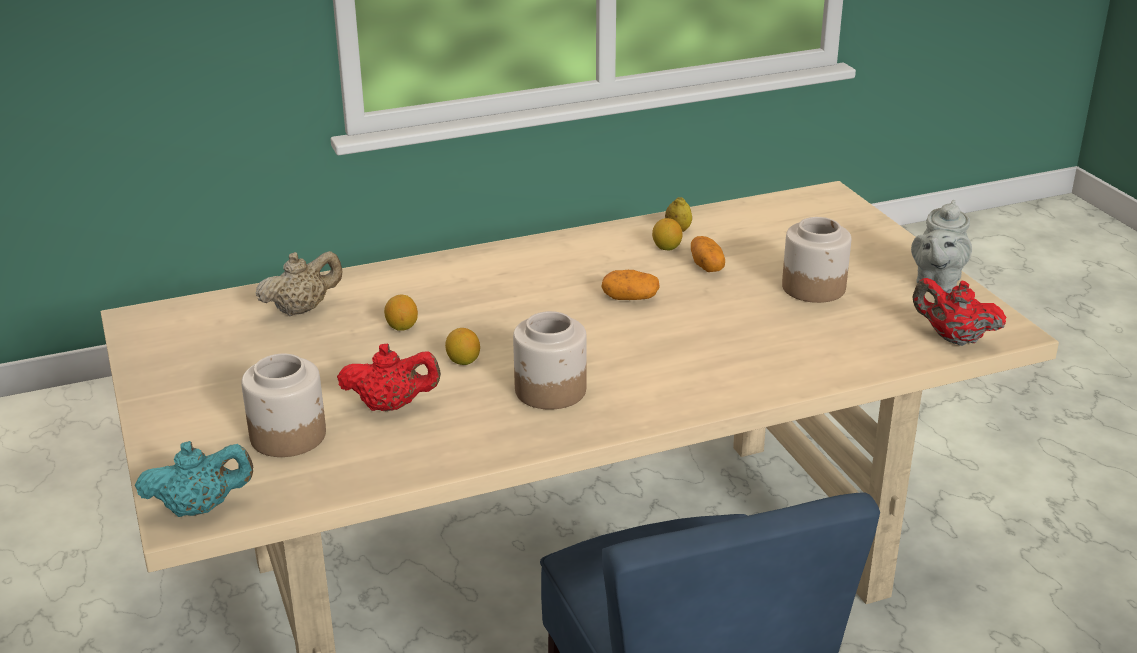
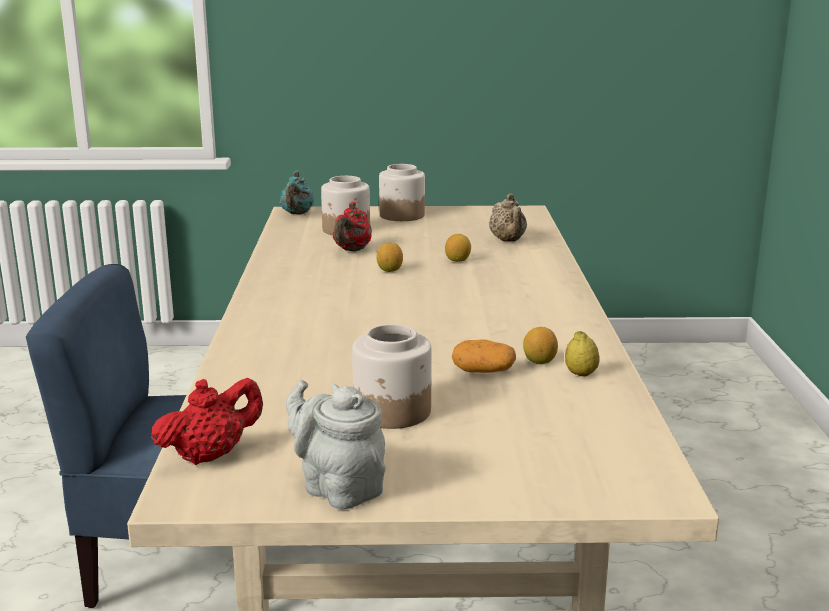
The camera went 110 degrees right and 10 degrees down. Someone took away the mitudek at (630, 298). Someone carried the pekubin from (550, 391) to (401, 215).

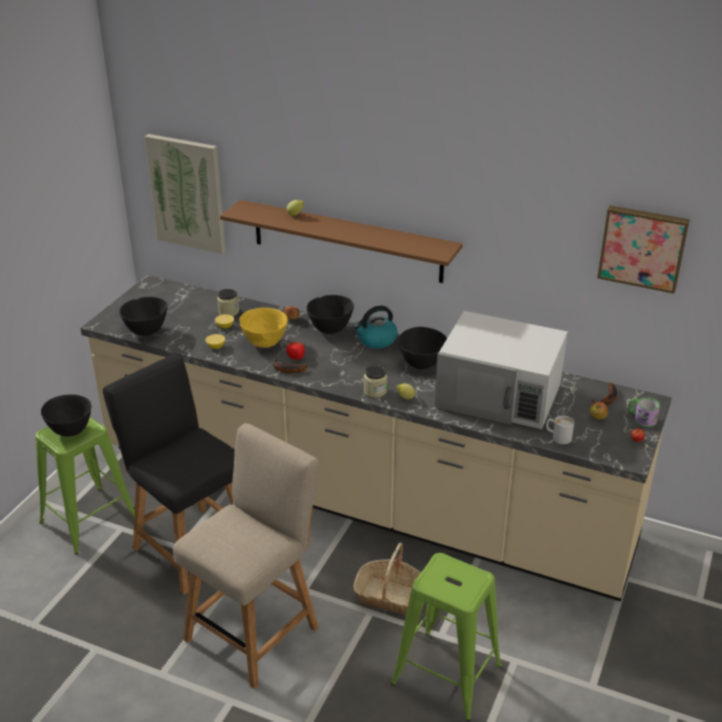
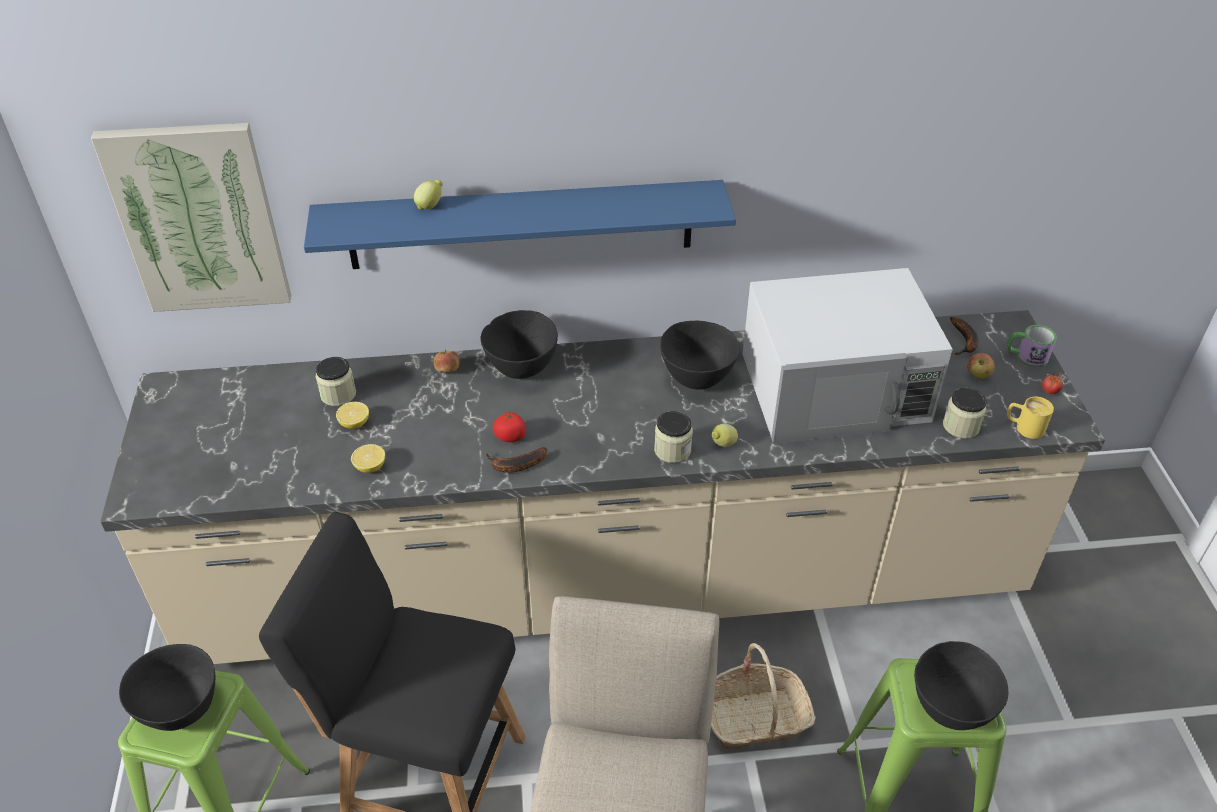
The camera went 30 degrees left and 10 degrees up. Someone repainted the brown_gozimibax at (347, 241), which became the blue_gozimibax at (521, 224). Someone took away the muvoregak at (643, 247). Someone carried the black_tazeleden from (146, 332) to (949, 709). Someone took away the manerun at (376, 340). Someone took away the yellow_tazeleden at (265, 343). Someone swapped the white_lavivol at (557, 437) for the pekubin at (961, 426). Someone put down the yellow_lavivol at (1024, 427).

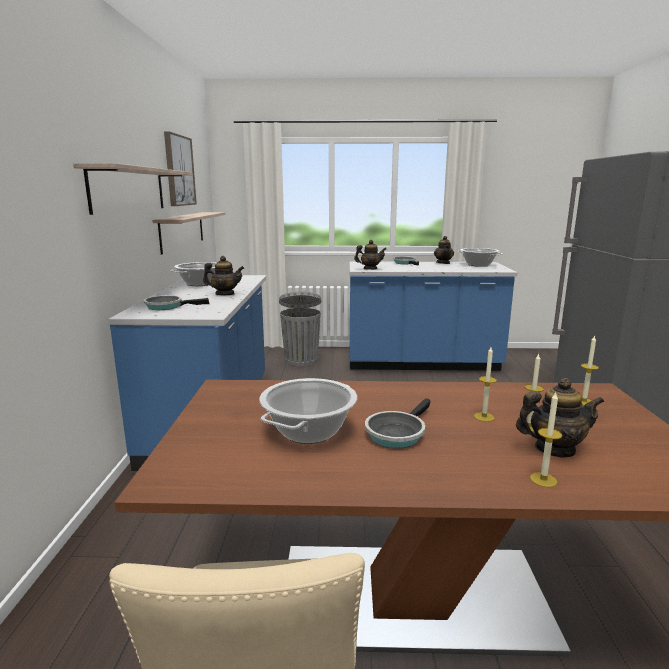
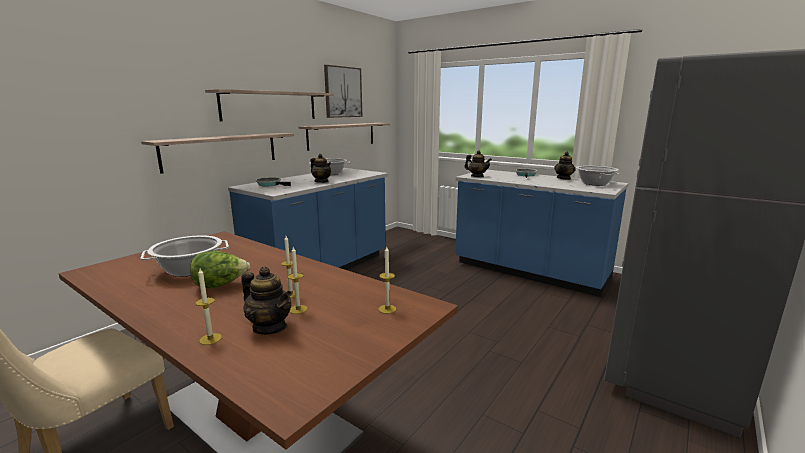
The camera went 35 degrees right and 0 degrees up. Someone took away the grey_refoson at (301, 360). Someone swapped the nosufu at (396, 433) for the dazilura at (220, 285). Someone put up the gozimibax at (221, 151).

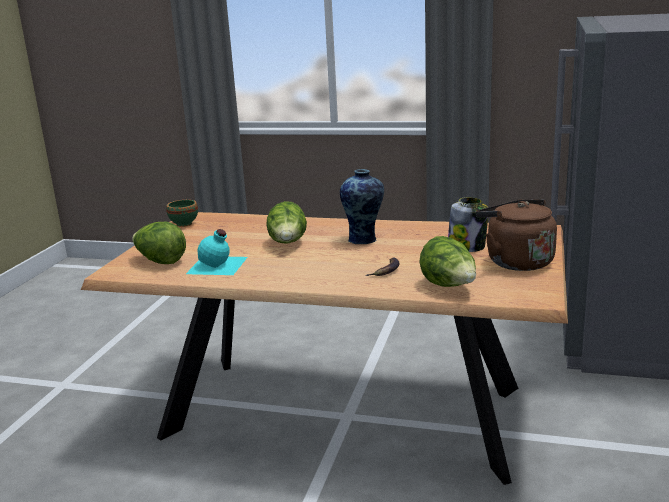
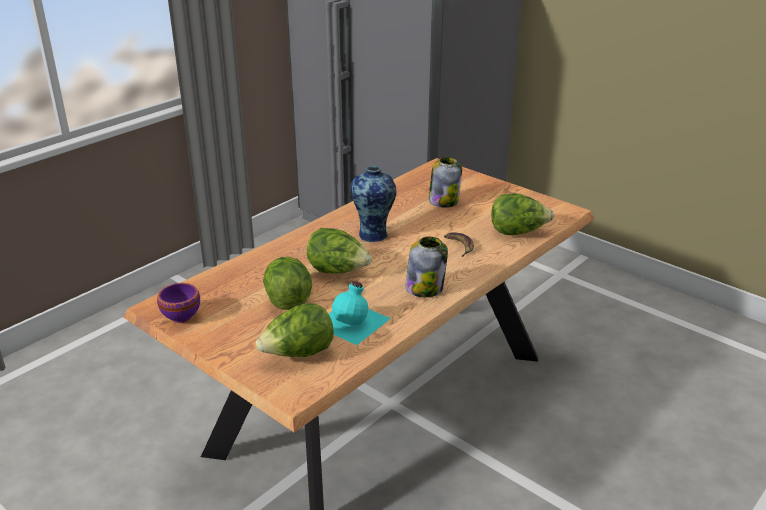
The camera went 65 degrees left and 10 degrees up. Someone took away the brown_manerun at (516, 261). Someone repainted the green_tazeleden at (183, 224), which became the purple_tazeleden at (180, 317). Someone put down the pekubin at (425, 288). Someone put down the dazilura at (287, 299).

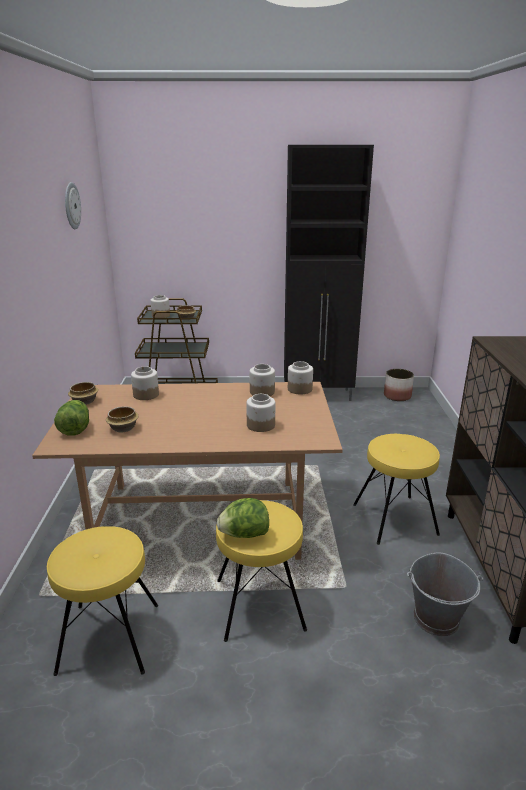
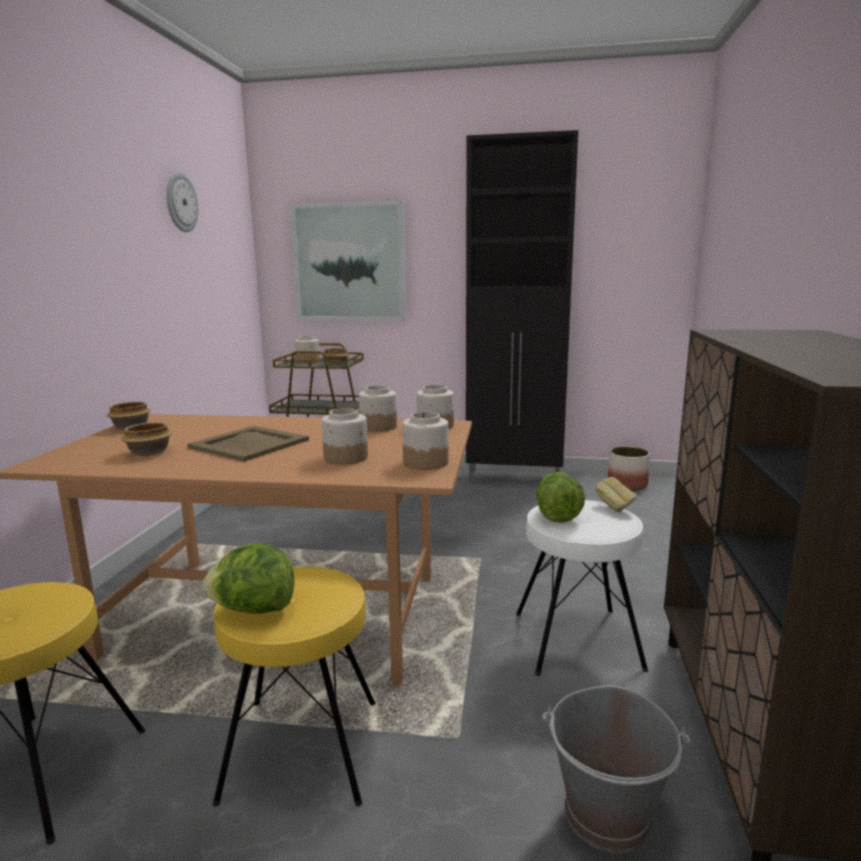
The camera went 10 degrees right and 10 degrees down. Someone carried the pekubin from (146, 395) to (425, 462). Someone carried the dazilura from (75, 429) to (557, 514). Someone repainted the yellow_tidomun at (395, 519), which became the white_tidomun at (578, 640). Someone put up the muvoregak at (349, 262). Someone put down the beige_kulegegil at (249, 444). Someone put down the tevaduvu at (615, 508).

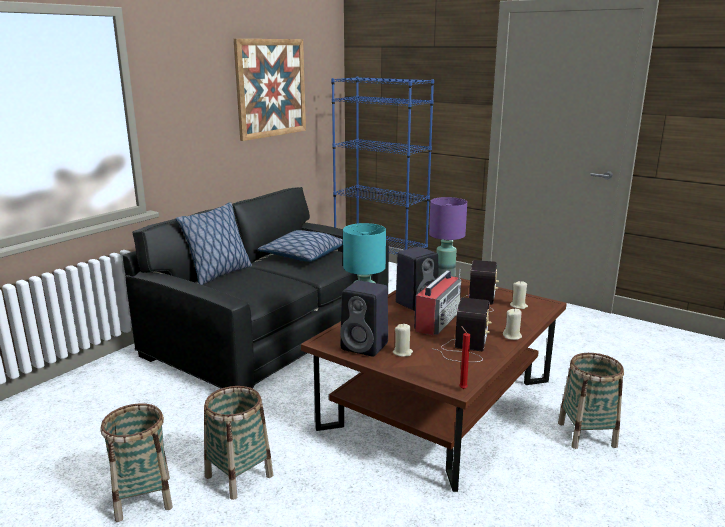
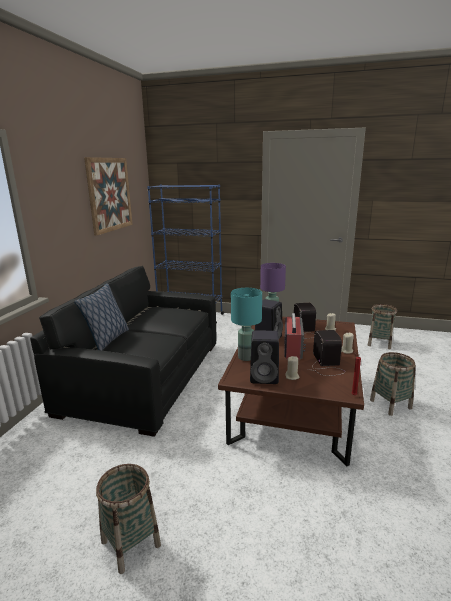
The camera went 20 degrees left and 0 degrees up. Someone took away the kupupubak at (302, 255). Someone carried the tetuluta from (238, 476) to (379, 343).

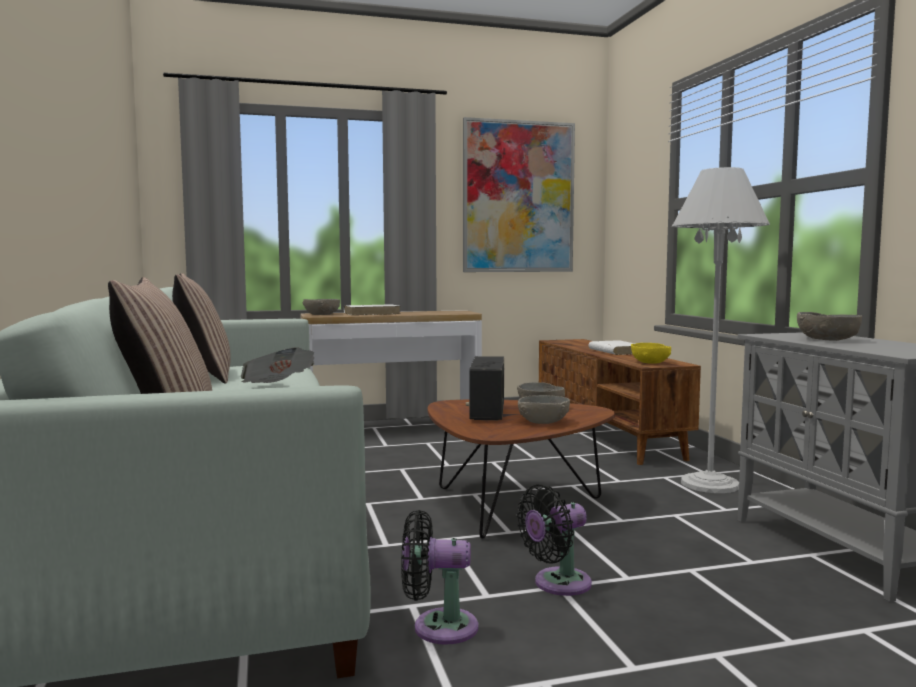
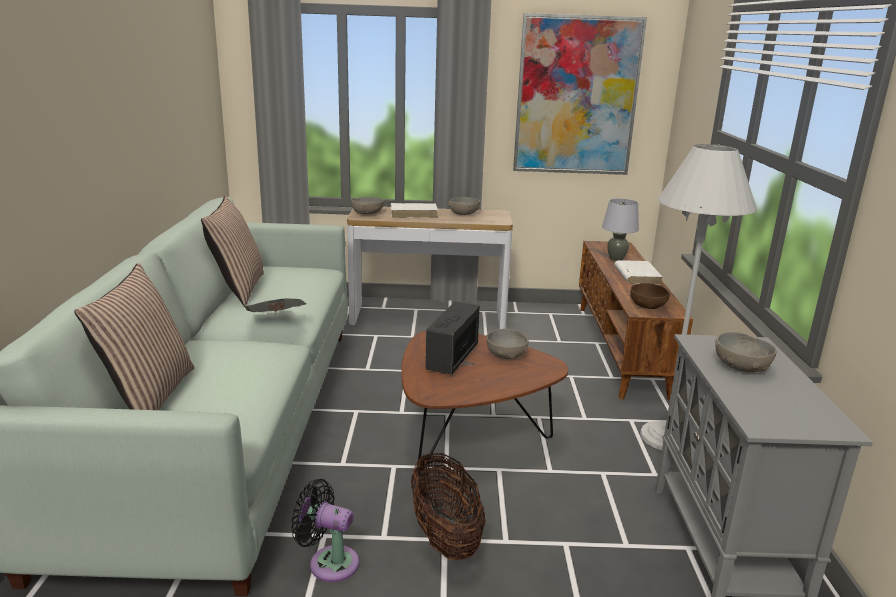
The camera went 15 degrees right and 15 degrees up. Someone repainted the yellow_tazeleden at (651, 362), which became the brown_tazeleden at (648, 306). Someone carried the grey_tazeleden from (543, 421) to (463, 213). Someone swapped the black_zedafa at (557, 584) for the tetuluta at (445, 536). Someone put down the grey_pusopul at (616, 259).

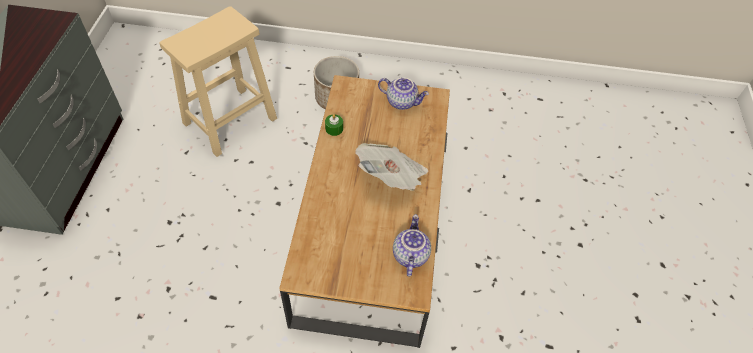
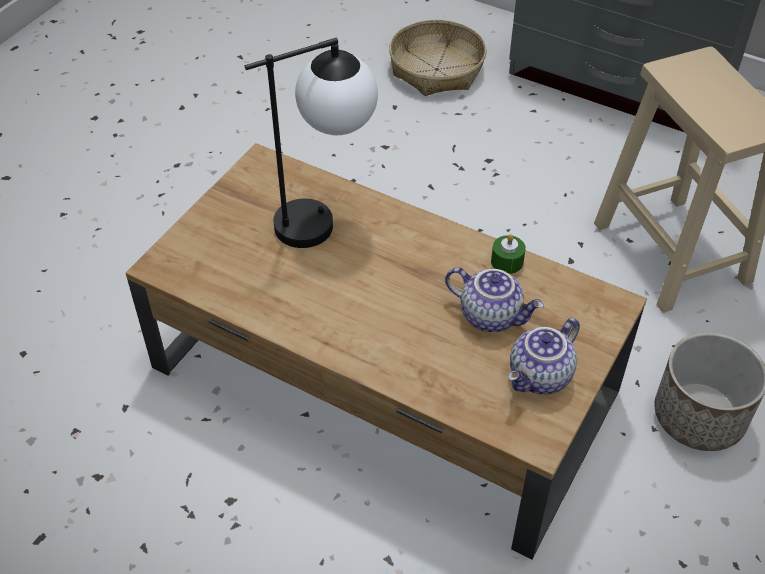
The camera went 115 degrees right and 5 degrees down. Someone took away the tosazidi at (392, 177). Someone carried the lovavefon from (409, 255) to (491, 315). Someone put down the tetuluta at (436, 70). Someone put down the pusopul at (326, 218).

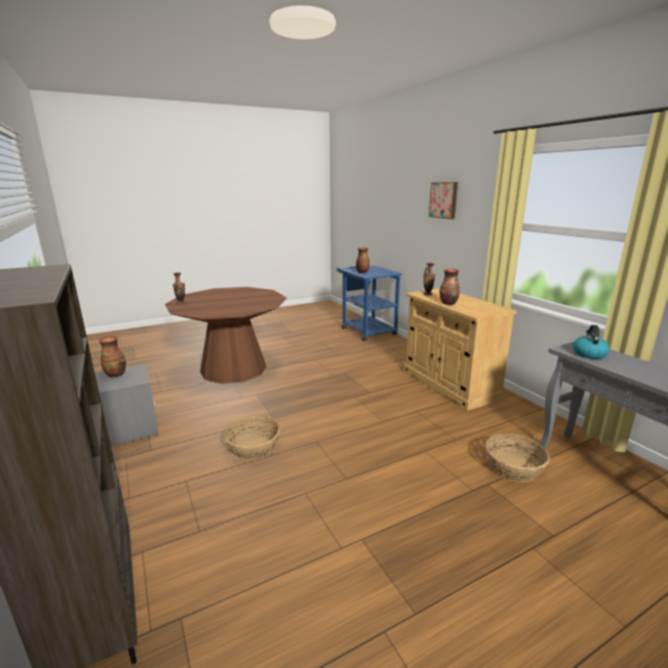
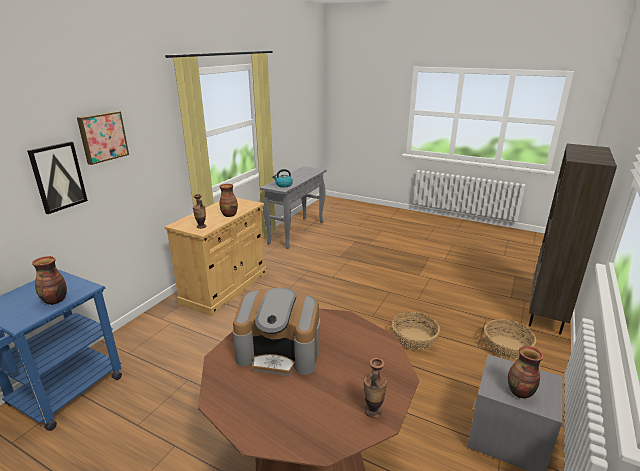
The camera went 125 degrees left and 5 degrees up. Someone carried the tetuluta from (514, 468) to (506, 347). Someone put up the muvoregak at (58, 177). Someone put down the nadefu at (280, 352).

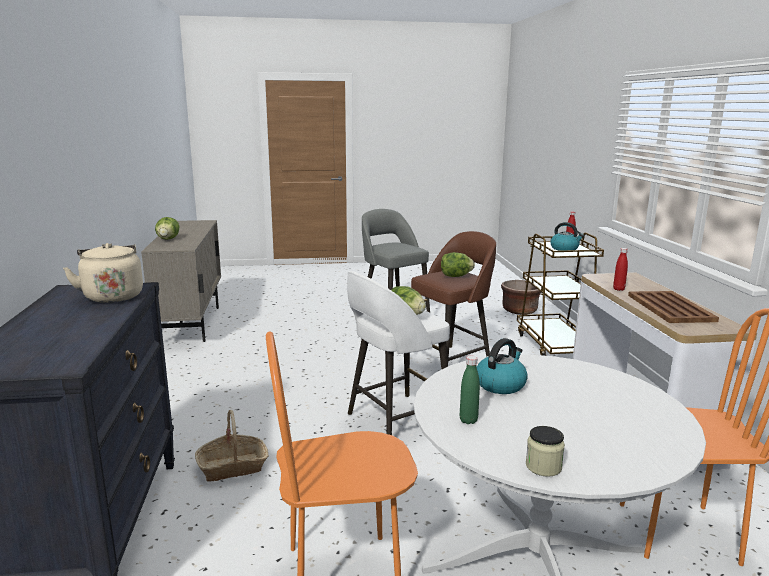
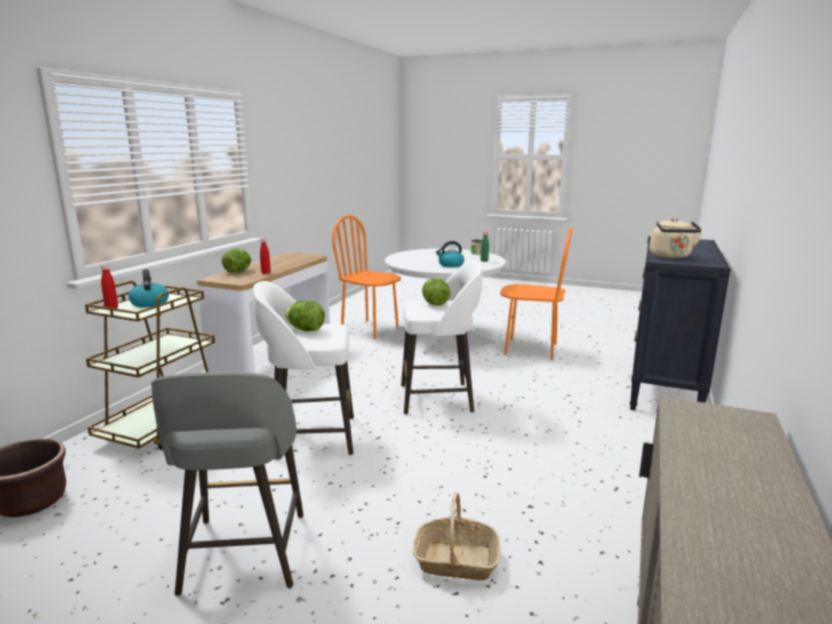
The camera went 150 degrees left and 0 degrees up. Someone carried the dazilura from (168, 239) to (238, 272). Someone repainted the brown_tidomun at (450, 362), which became the white_tidomun at (311, 437). Someone took away the brown_kulegegil at (670, 308). Someone carried the tetuluta from (233, 467) to (456, 561).

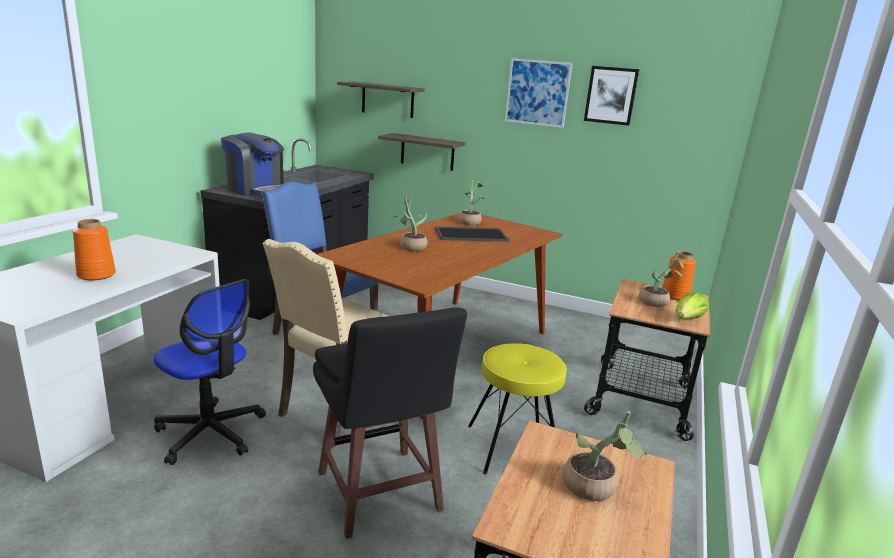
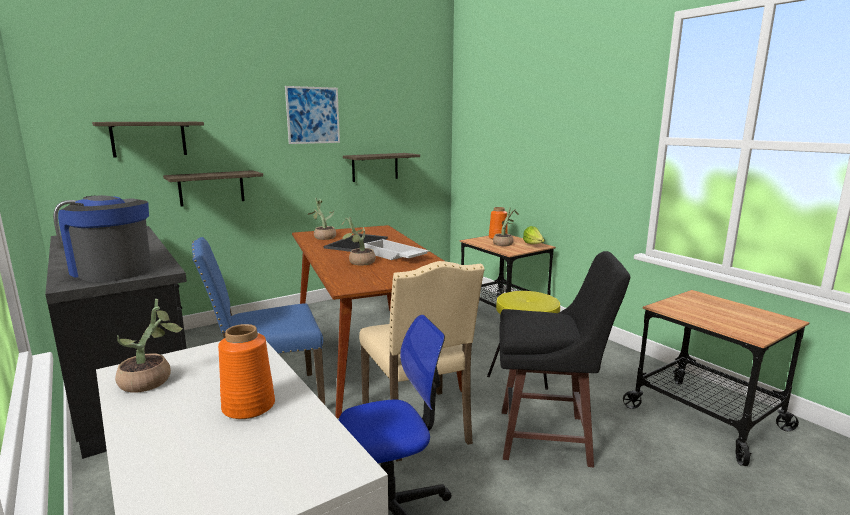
The camera went 55 degrees left and 5 degrees down. Someone took away the muvoregak at (611, 95). Someone rotated the nadefu at (256, 190) by 120 degrees counterclockwise. Someone carried the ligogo from (594, 489) to (152, 381). Someone put up the gozimibax at (375, 167). Someone put down the white_kulegegil at (393, 256).

